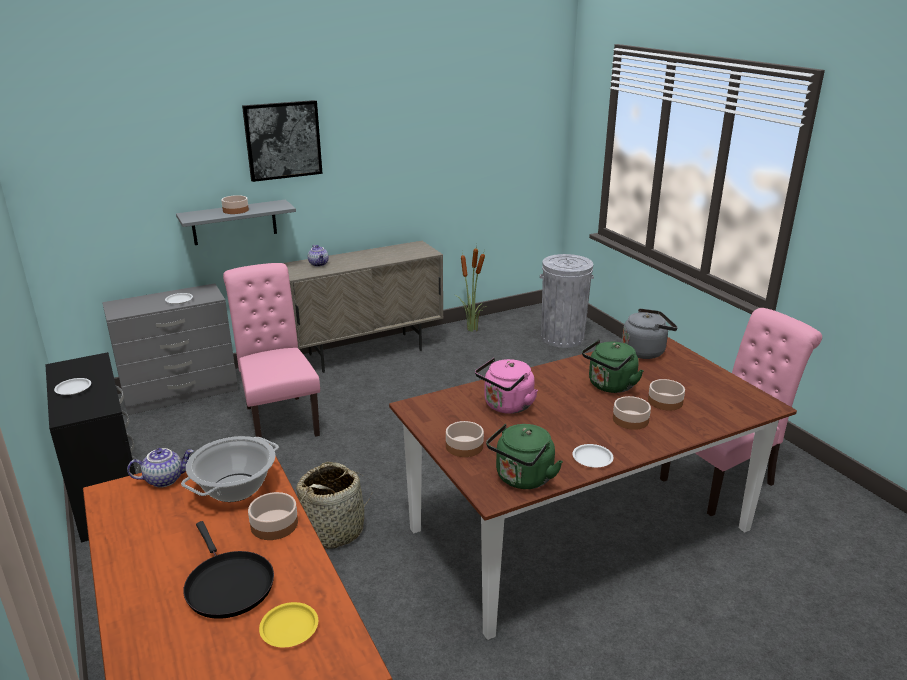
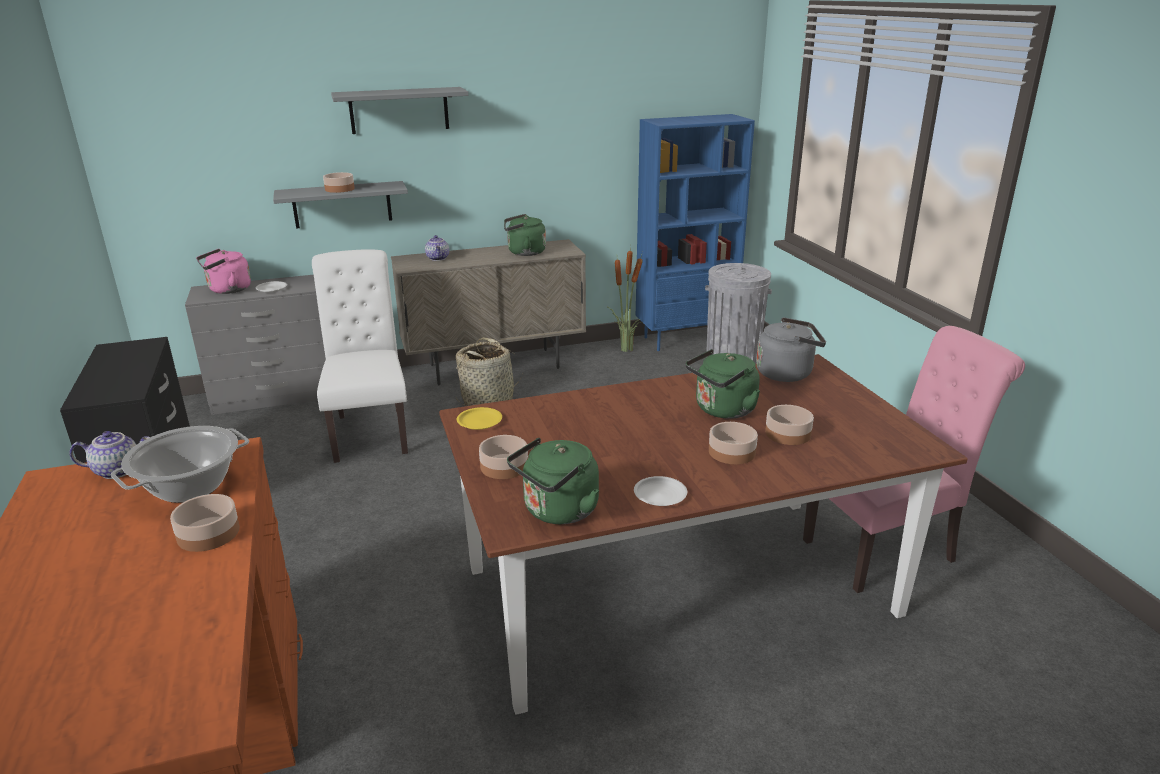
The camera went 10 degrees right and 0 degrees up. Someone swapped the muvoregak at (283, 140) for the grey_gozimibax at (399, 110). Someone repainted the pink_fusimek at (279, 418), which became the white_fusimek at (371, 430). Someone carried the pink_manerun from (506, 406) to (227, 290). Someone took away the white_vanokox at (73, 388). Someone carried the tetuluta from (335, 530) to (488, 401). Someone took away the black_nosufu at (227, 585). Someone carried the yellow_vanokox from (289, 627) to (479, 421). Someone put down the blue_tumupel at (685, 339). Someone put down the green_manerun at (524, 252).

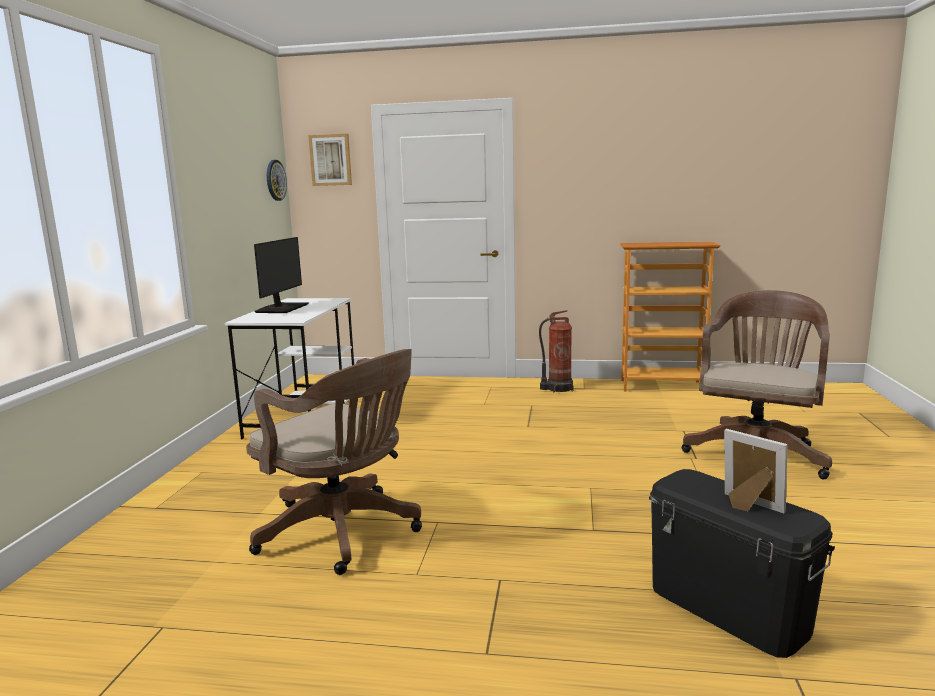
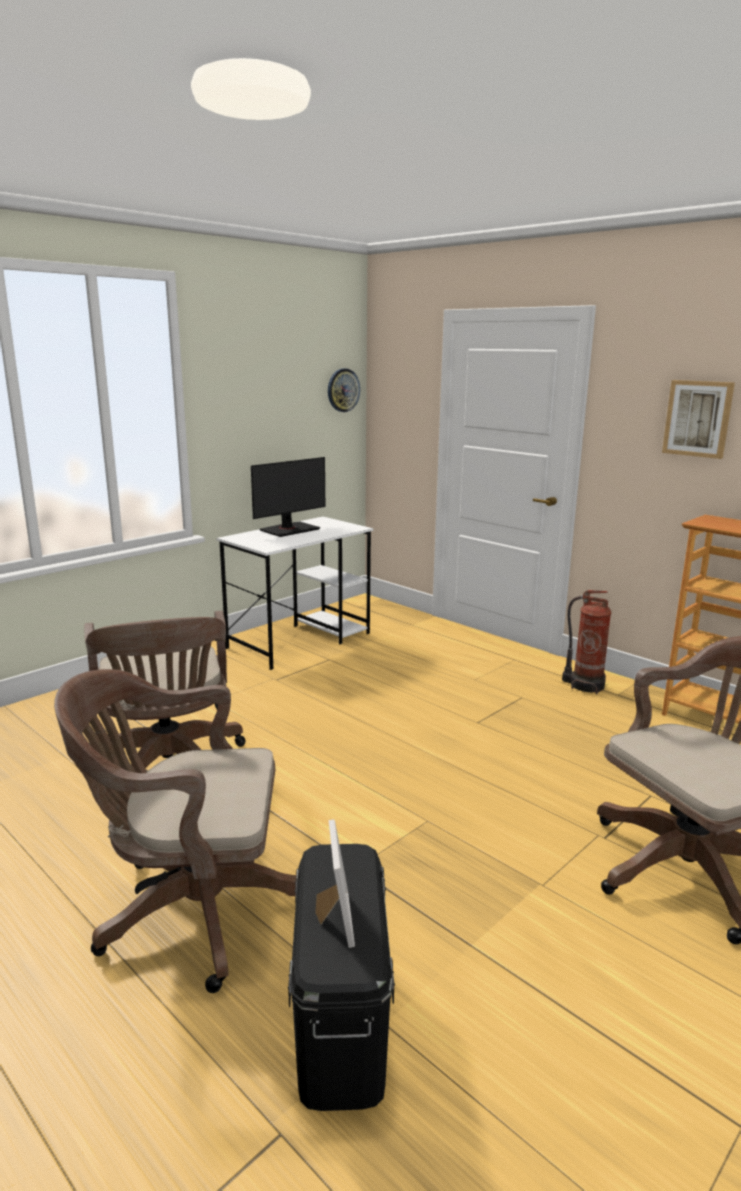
The camera went 35 degrees right and 5 degrees up. Someone carried the muvoregak from (331, 160) to (698, 418). Someone put down the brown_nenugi at (192, 910).

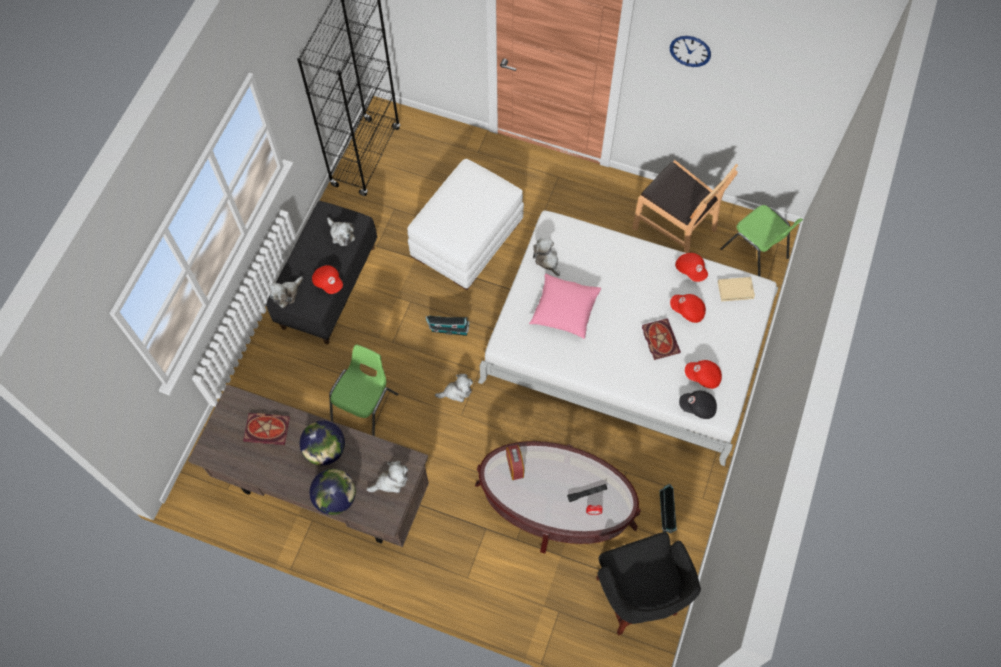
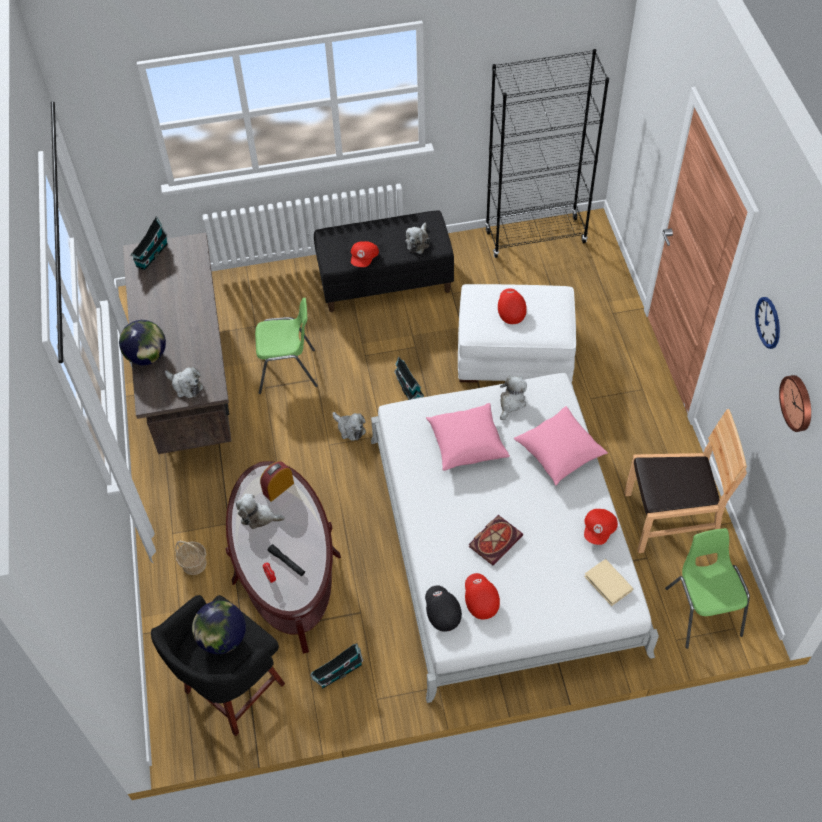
The camera went 60 degrees right and 10 degrees down. Someone rotated the brown_fusimek at (674, 227) by 105 degrees counterclockwise. Someone rotated the green_fusimek at (755, 254) by 150 degrees clockwise. Someone carried the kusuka from (287, 294) to (258, 517). Someone carried the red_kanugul from (687, 311) to (510, 310). Someone took away the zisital at (268, 429). Someone carried the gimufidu from (325, 450) to (222, 638). Someone put down the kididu at (151, 256). Someone put up the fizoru at (798, 402). Someone put down the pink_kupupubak at (559, 453). Someone put down the tetuluta at (194, 563).

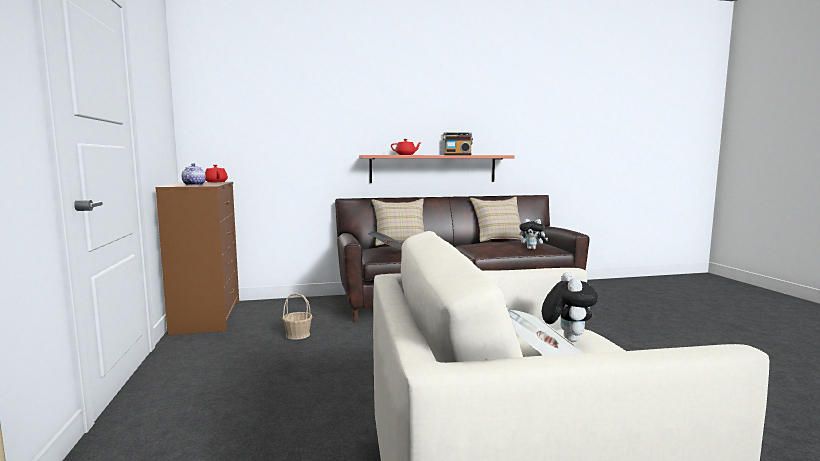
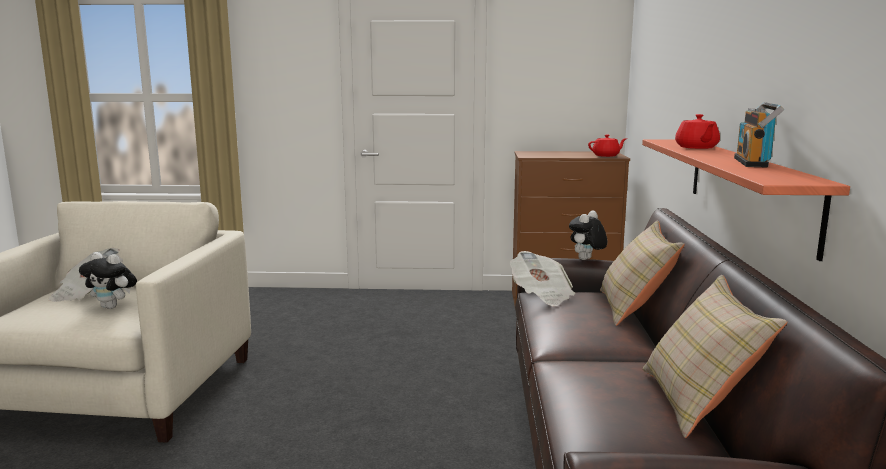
The camera went 105 degrees right and 5 degrees up. Someone took away the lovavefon at (194, 185). Someone carried the kusuka from (532, 249) to (586, 260). Someone took away the tetuluta at (297, 335).

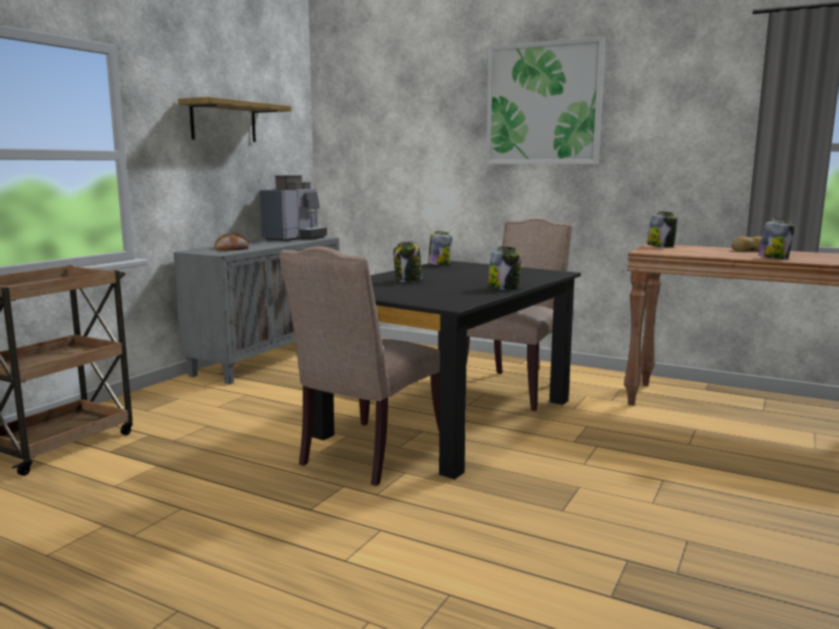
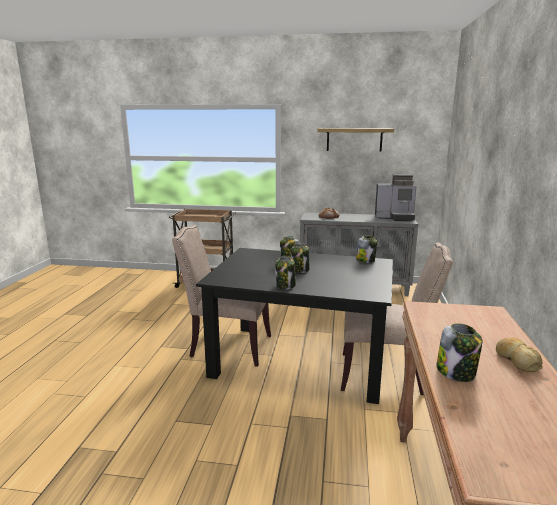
The camera went 70 degrees right and 5 degrees up. Someone took away the muvoregak at (543, 104). Someone carried the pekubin from (661, 246) to (300, 270).

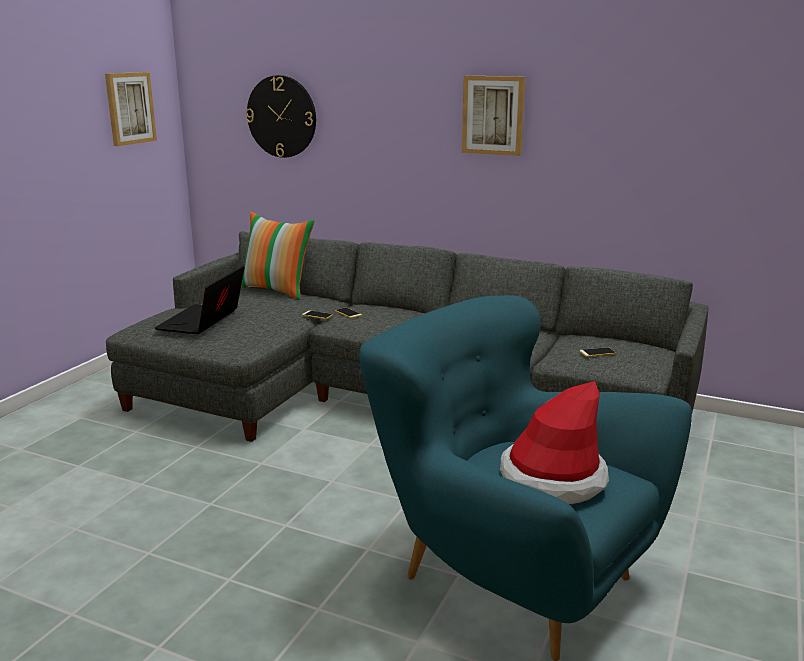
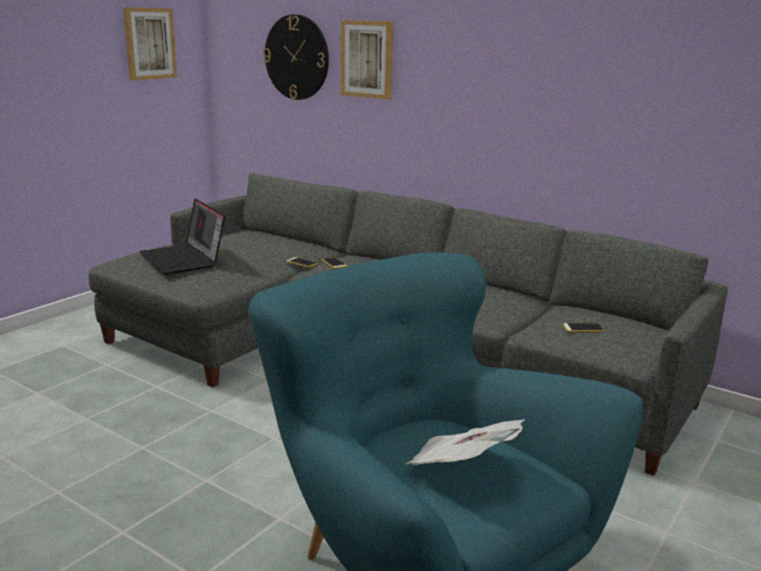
The camera went 10 degrees right and 0 degrees up. Someone carried the muvoregak from (493, 115) to (367, 59). Someone took away the kupupubak at (276, 290). Someone rotated the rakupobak at (203, 321) by 60 degrees counterclockwise. Someone swapped the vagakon at (552, 478) for the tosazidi at (462, 468).

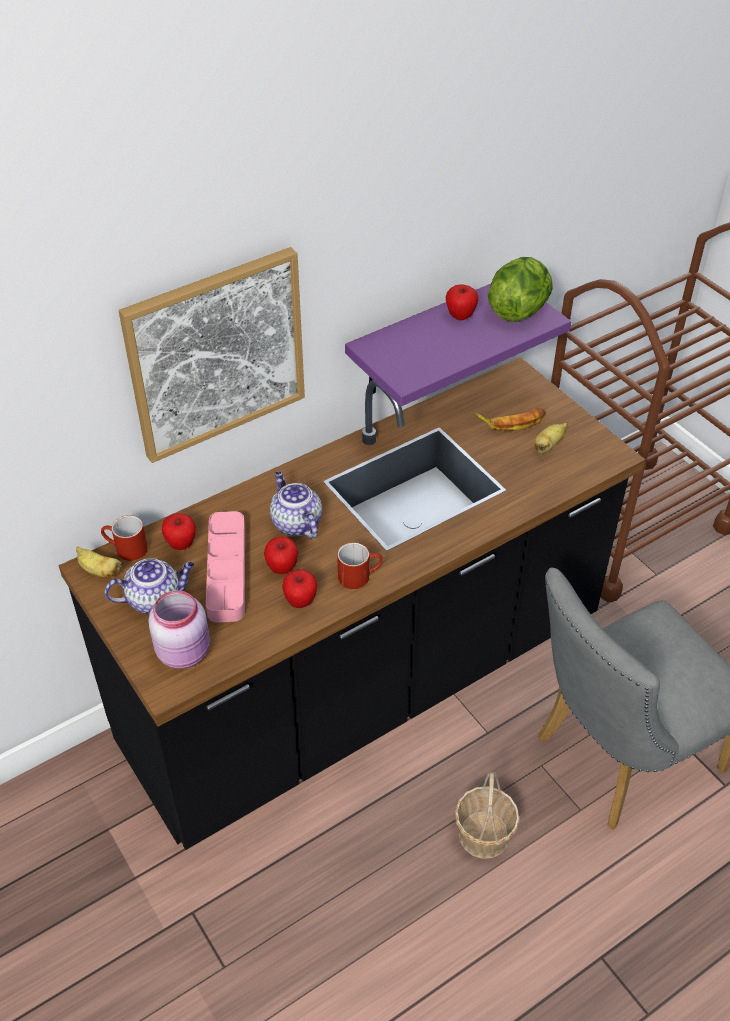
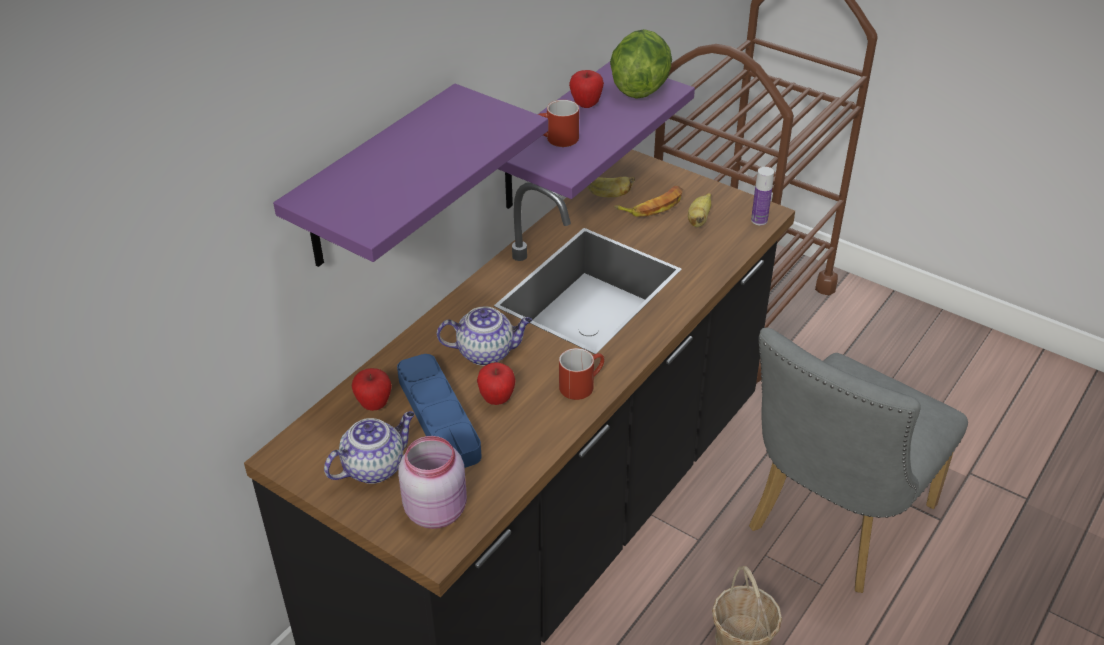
The camera went 20 degrees left and 5 degrees down. Someone swapped the muvoregak at (216, 354) for the purple_gozimibax at (375, 179). Someone rotated the lovavefon at (295, 523) by 135 degrees clockwise. Someone repainted the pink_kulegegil at (227, 570), which became the blue_kulegegil at (438, 417). Someone carried the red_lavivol from (125, 549) to (556, 140). Someone carried the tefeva from (99, 571) to (607, 195). Someone took away the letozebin at (300, 601). Someone put down the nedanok at (759, 220).

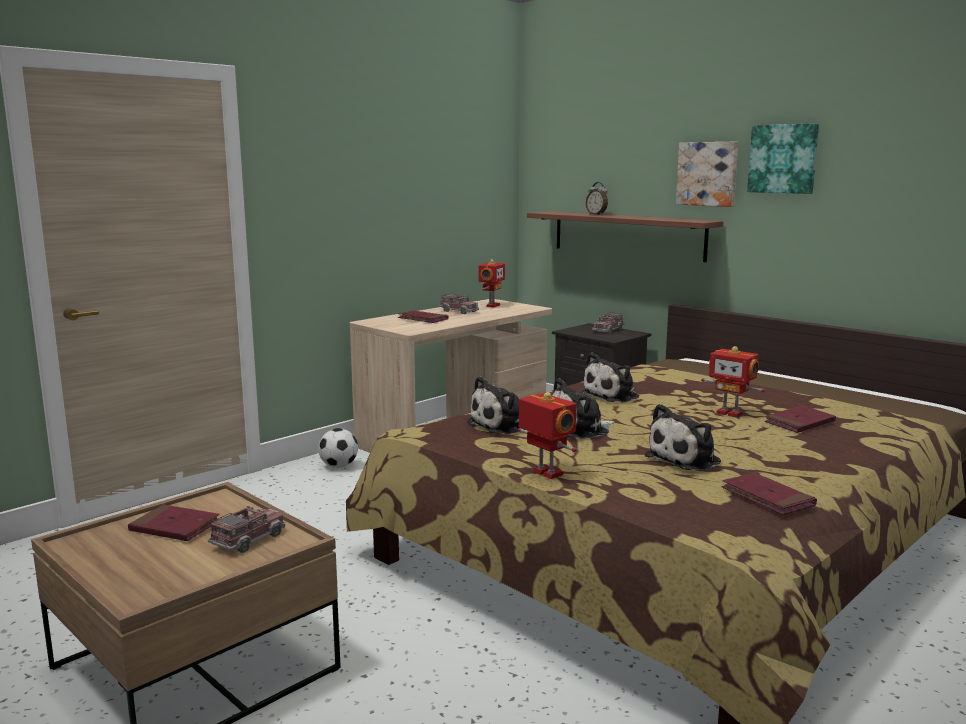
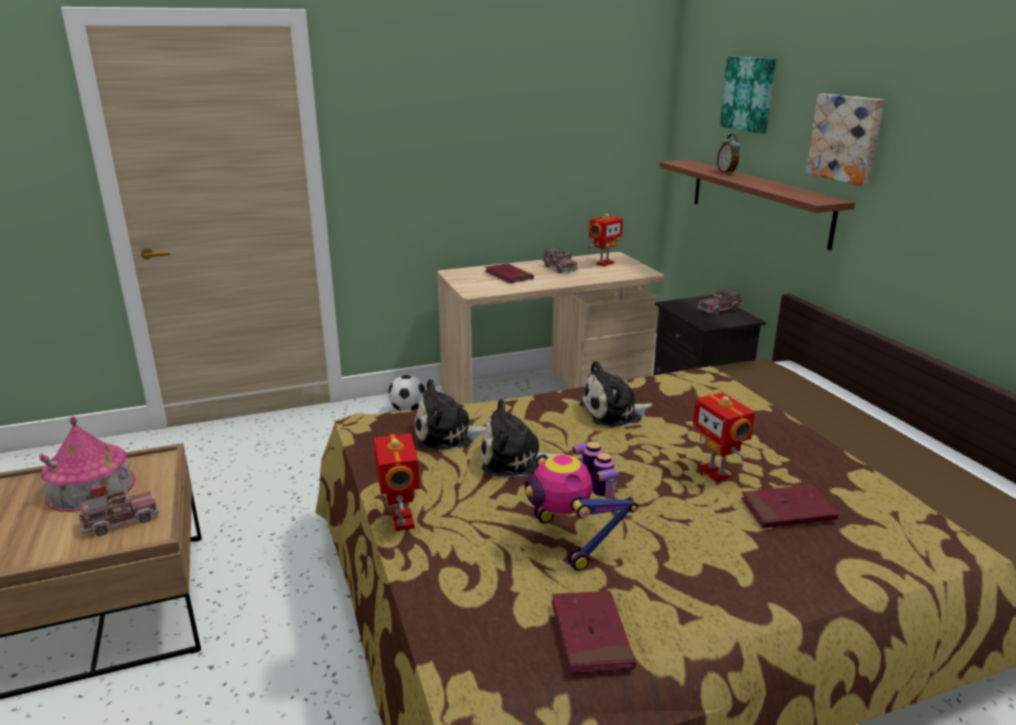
The camera went 25 degrees right and 10 degrees up. Someone carried the muvoregak from (783, 159) to (749, 94). Someone swapped the kusuka at (686, 459) for the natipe at (572, 539). Someone swapped the red_zisital at (175, 527) for the kididu at (91, 488).

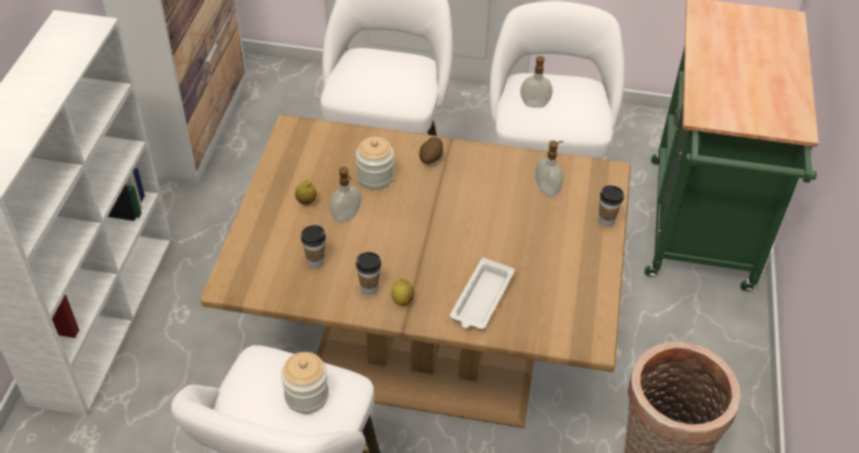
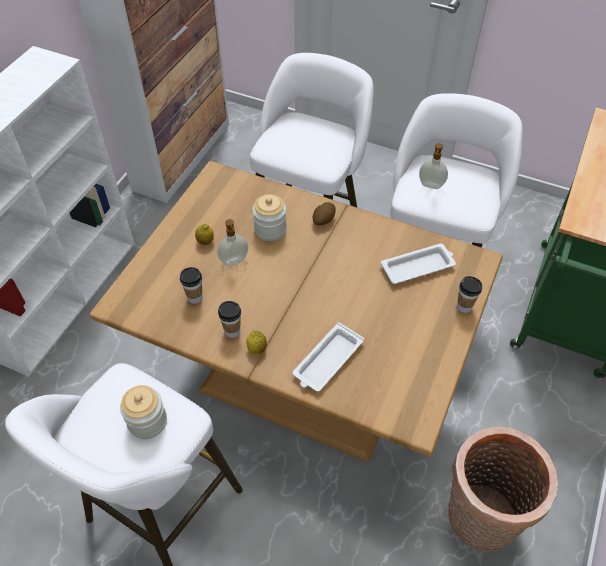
The camera went 15 degrees right and 5 degrees up. Someone swapped the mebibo at (547, 189) for the white_kulegegil at (418, 267).

